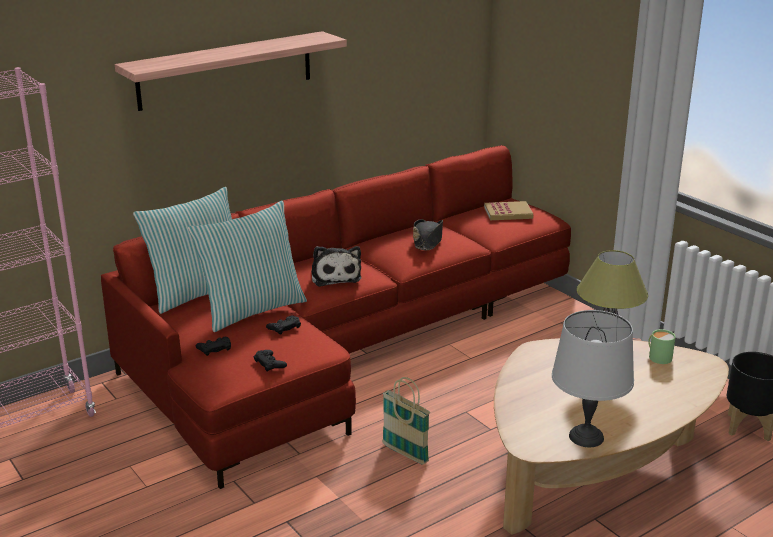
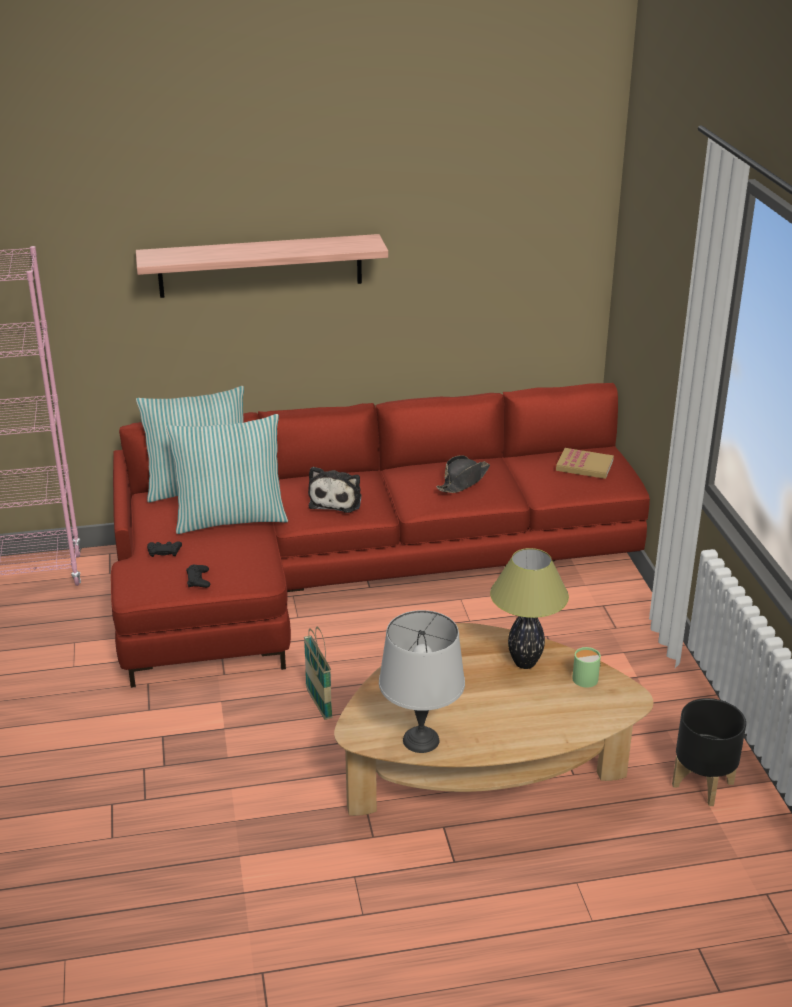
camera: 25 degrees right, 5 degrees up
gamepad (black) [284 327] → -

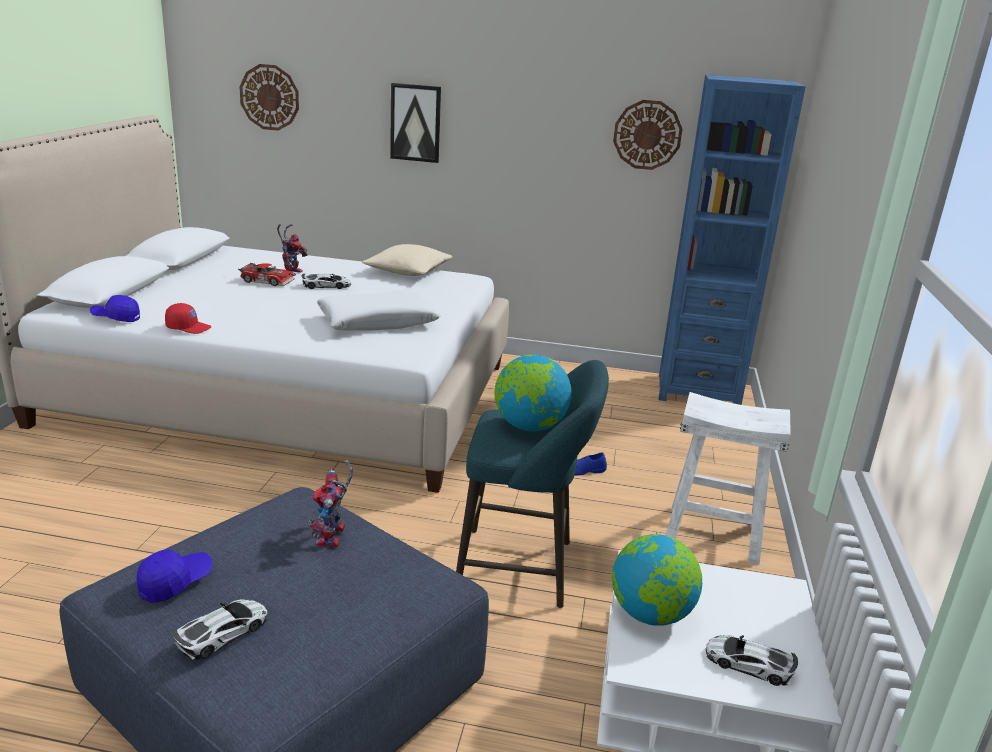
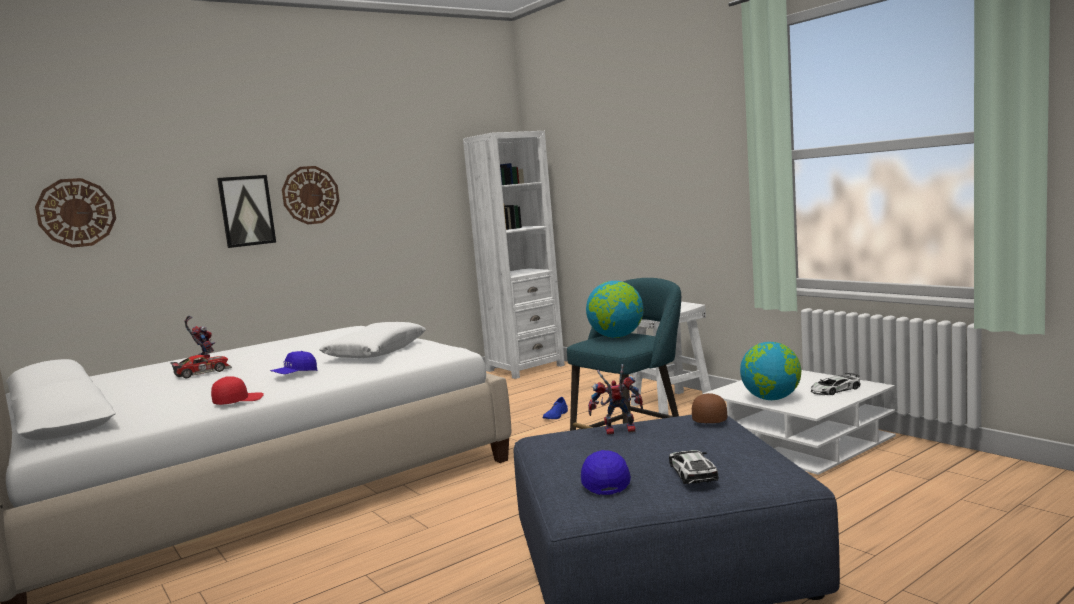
camera: 45 degrees left, 15 degrees down
toy car [326 286] → -
cushion (beige) [408 271] → -
- → baseball cap (brown-coloured) [709 419]
baseball cap (blue) [116 318] → baseball cap (blue) [295 375], shifted
wall clock [647 135] → wall clock [310 195], shifted
bookcase (blue) [698 391] → bookcase (white) [525 368]
robot figure [332 539] → robot figure [617 431], 135 degrees clockwise

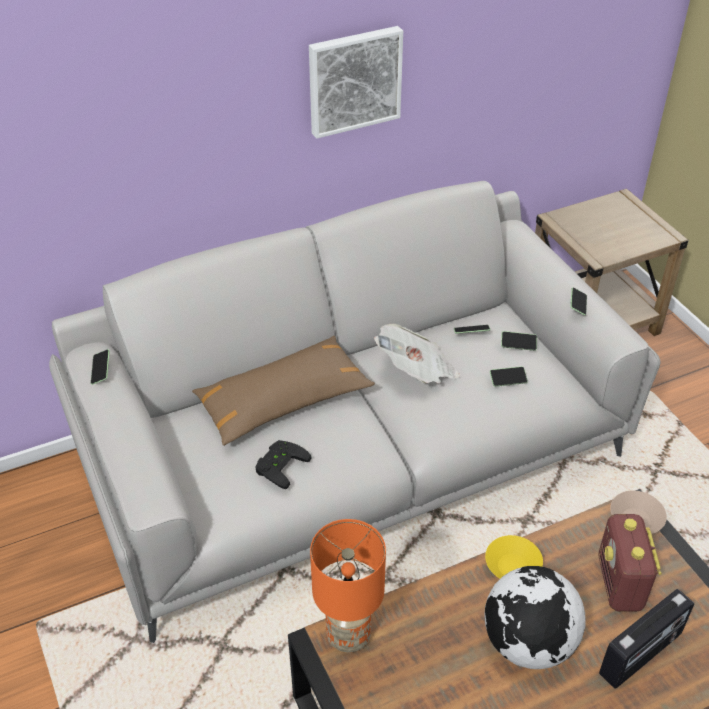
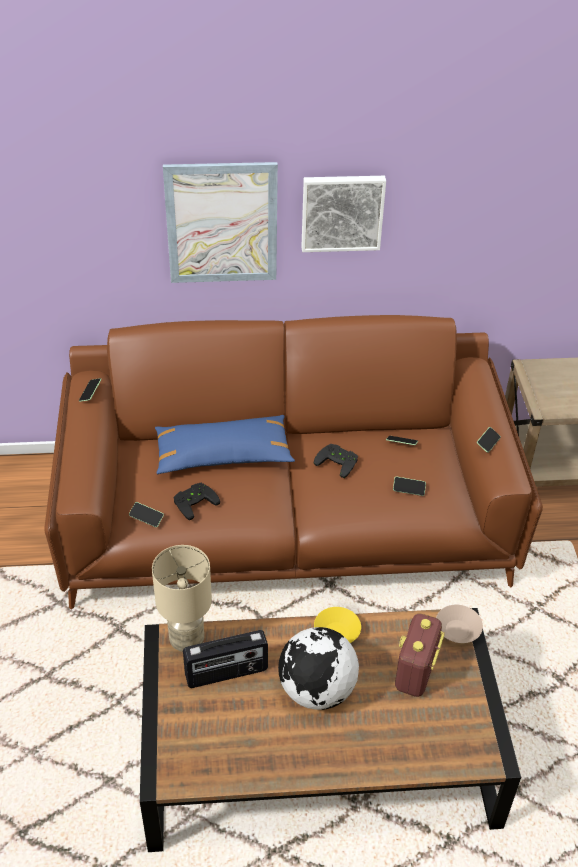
camera: 20 degrees right, 0 degrees up
- → wall art [222 223]
phone [518 345] → phone [146 518], shifted
radio set [641 655] → radio set [226 673], shifted
printed paper [416 371] → gamepad (black) [338 461]
settee (gray) [355 457] → settee (brown-coloured) [288 521]
cushion (brown-coloured) [283 401] → cushion (blue) [223 455]
table lamp (orange-coloured) [348 635] → table lamp (beige) [187 640]

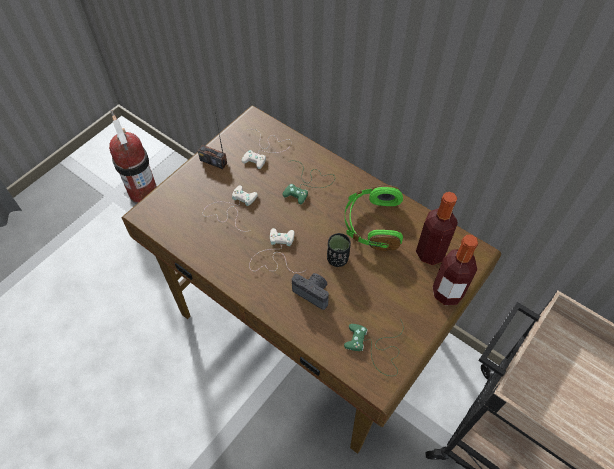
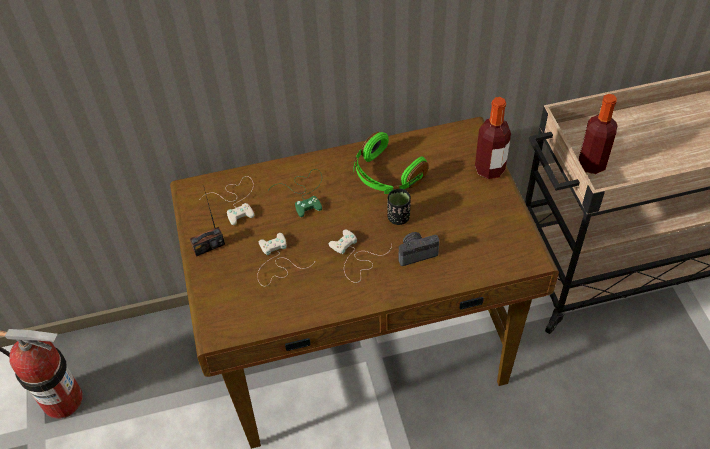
camera: 50 degrees left, 5 degrees down
gamepad (green) [376 348] → -
bottle [430 253] → bottle [591 164], shifted

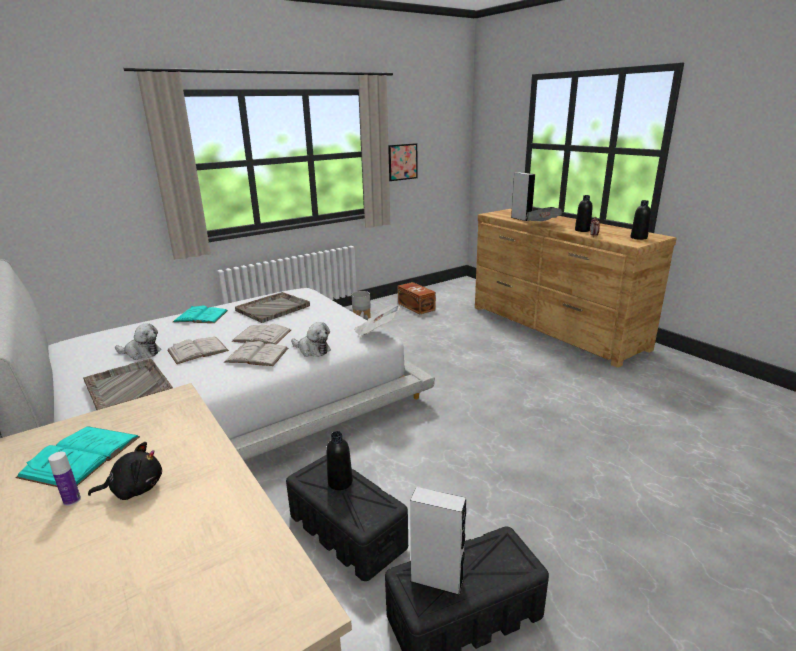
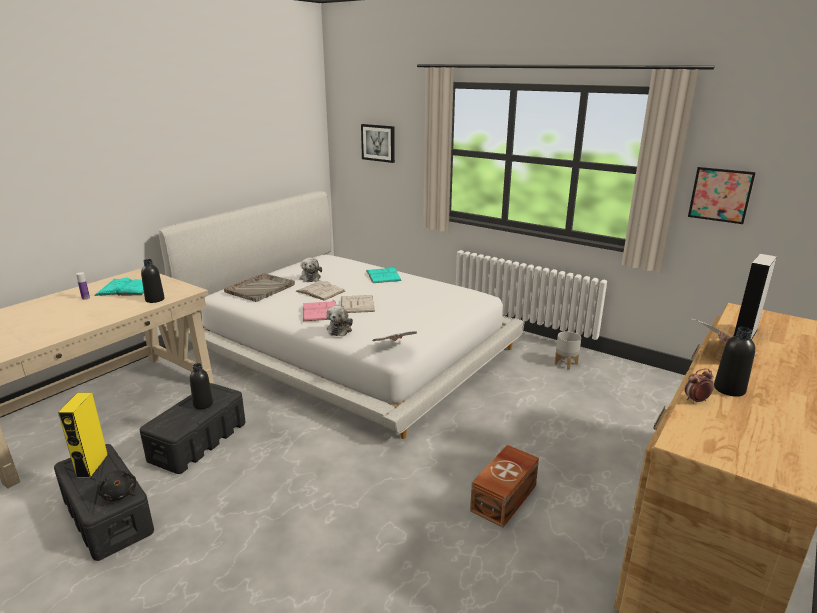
camera: 70 degrees right, 0 degrees up
serving tray (gray) [273 308] → -
- → wall art [378 143]
plush toy (black) [134 489] → plush toy (black) [119 493], shifted
storage container (brown-coloured) [416 306] → storage container (brown-coloured) [505 498], shifted
bottle (black) [638 238] → bottle (black) [155 299], shifted
bound book (white) [257 355] → bound book (pinkish) [320 311]
speaker (gray) [437 580] → speaker (yellow) [92 466]

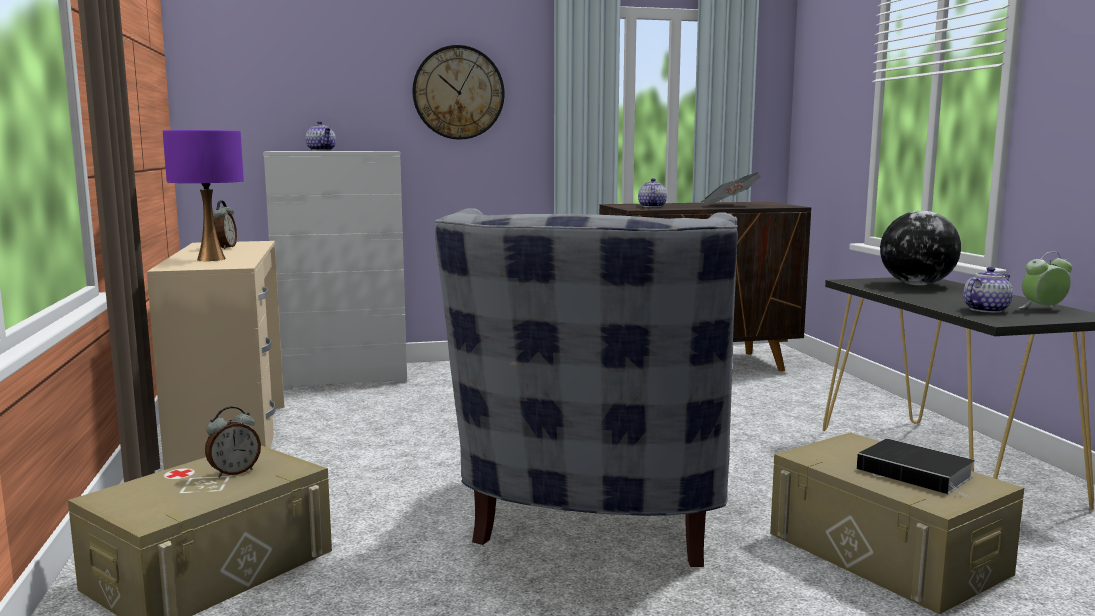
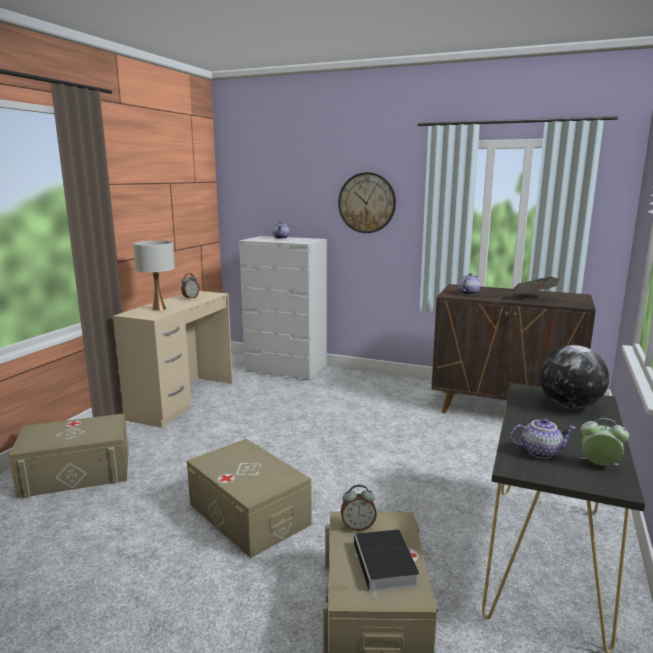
camera: 35 degrees right, 5 degrees up
alarm clock [234 472] → alarm clock [358 527], shifted
armchair (gray) [594 526] → storage container (beige) [248 514]
table lamp (purple-coloured) [211 259] → table lamp (white) [158 308]

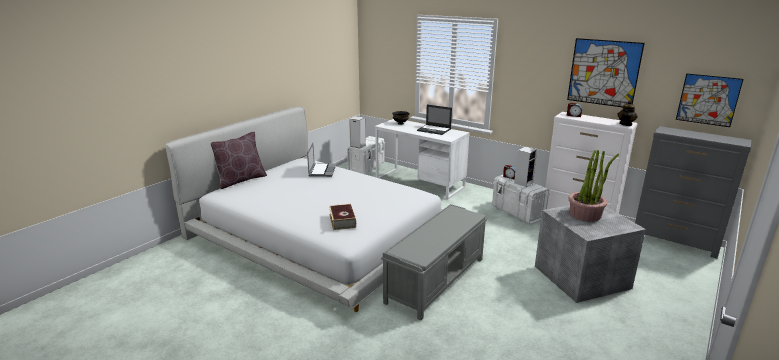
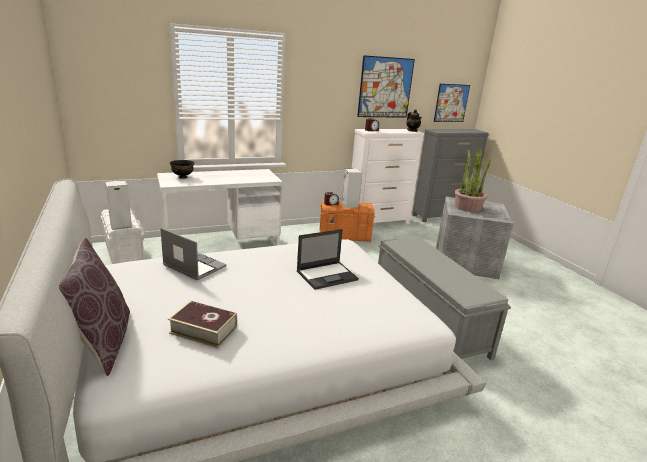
camera: 60 degrees left, 0 degrees up
bound book [342 221] → bound book [203 330], shifted
portable computer [434 130] → portable computer [327 275], shifted
storage container (white) [517 212] → storage container (orange-coloured) [344 236]

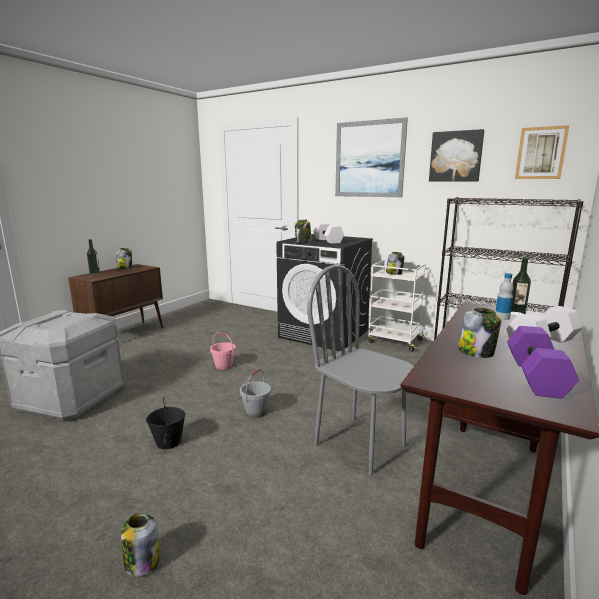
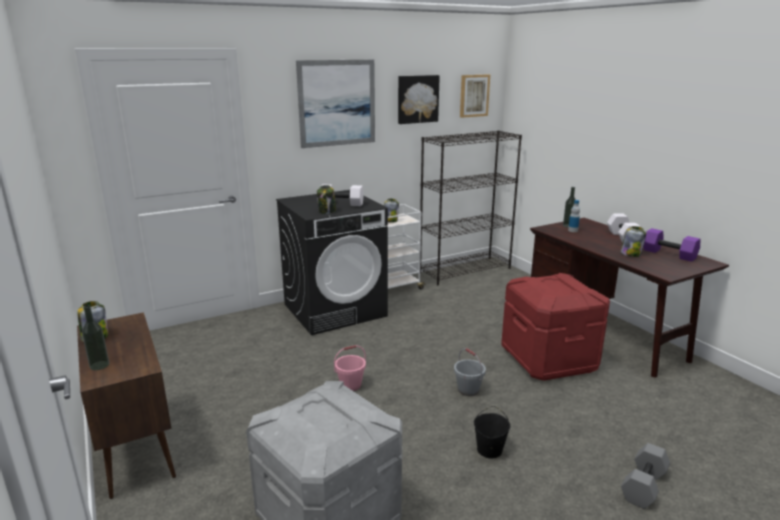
camera: 60 degrees left, 5 degrees up
jar [141 562] → dumbbell (gray) [644 486]
chair (gray) [360 444] → storage container (red) [547 359]

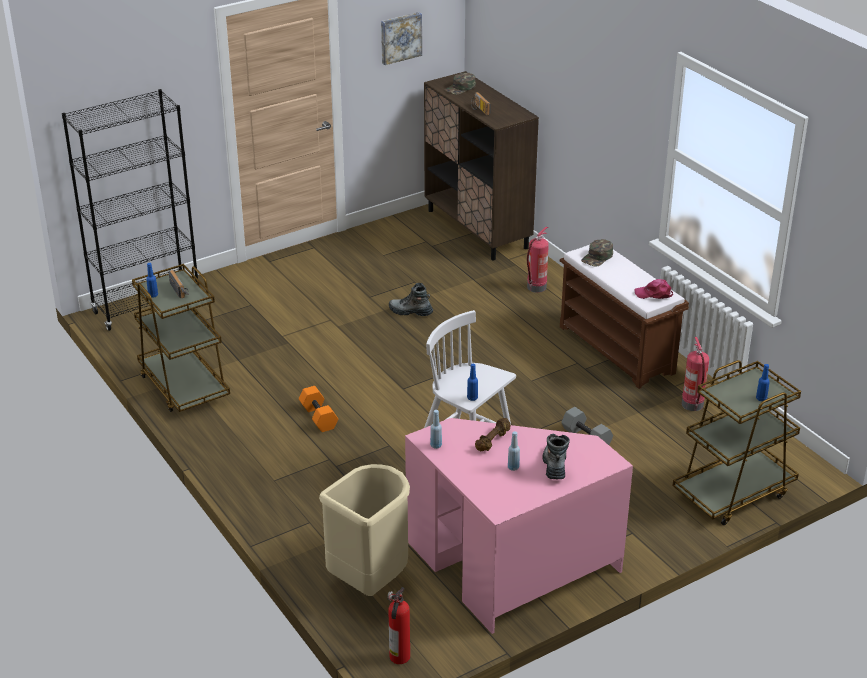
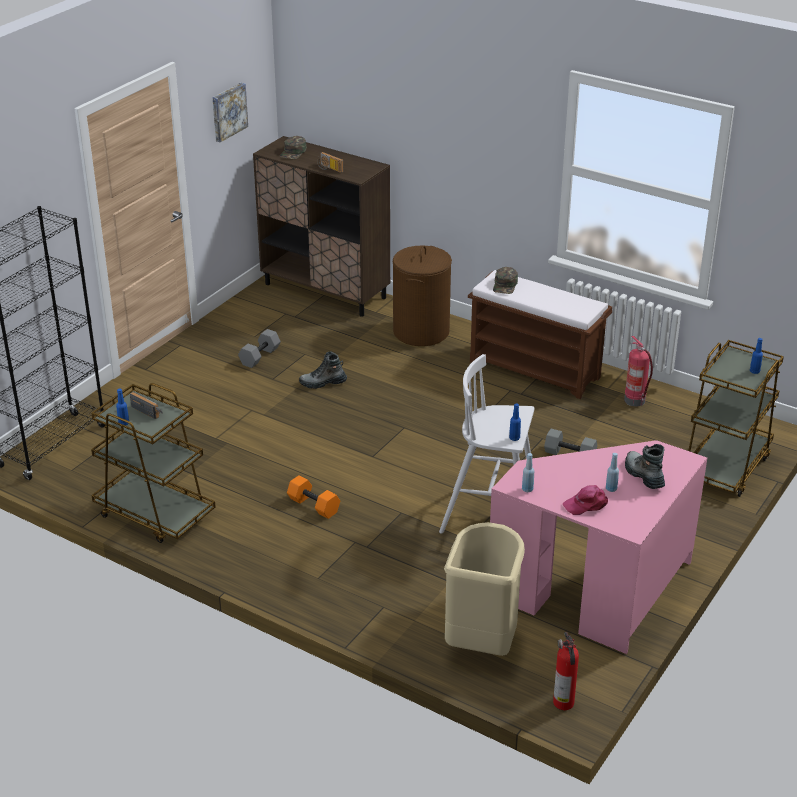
camera: 25 degrees left, 0 degrees up
dumbbell (brown-coloured) [493 441] → -
- → dumbbell (gray) [259 356]
baseball cap (pinkish) [654 294] → baseball cap (pinkish) [586 504], shifted
fire-fighting cylinder [536 288] → hamper (brown-coloured) [421 332]

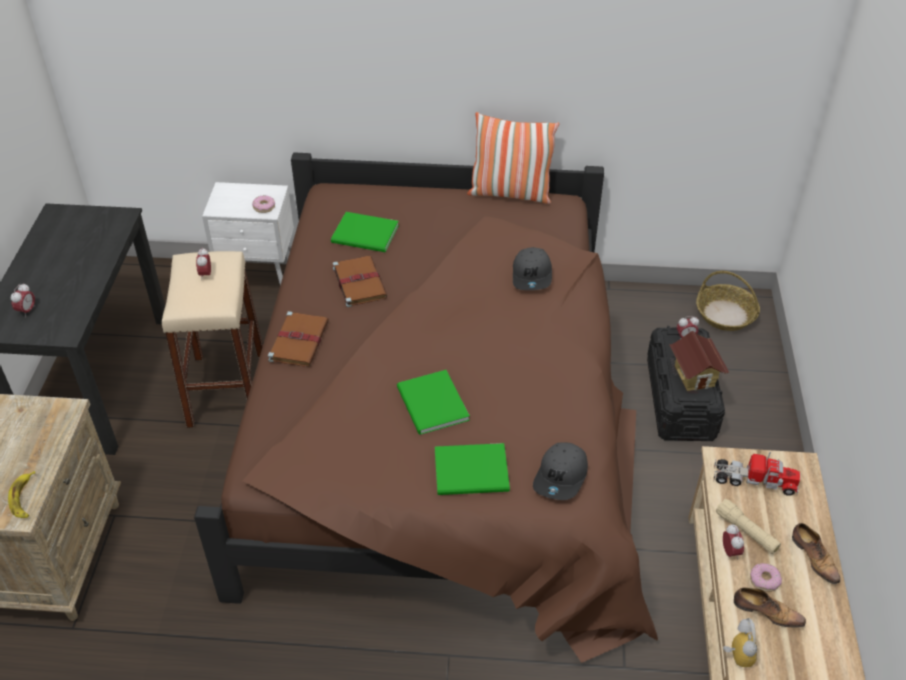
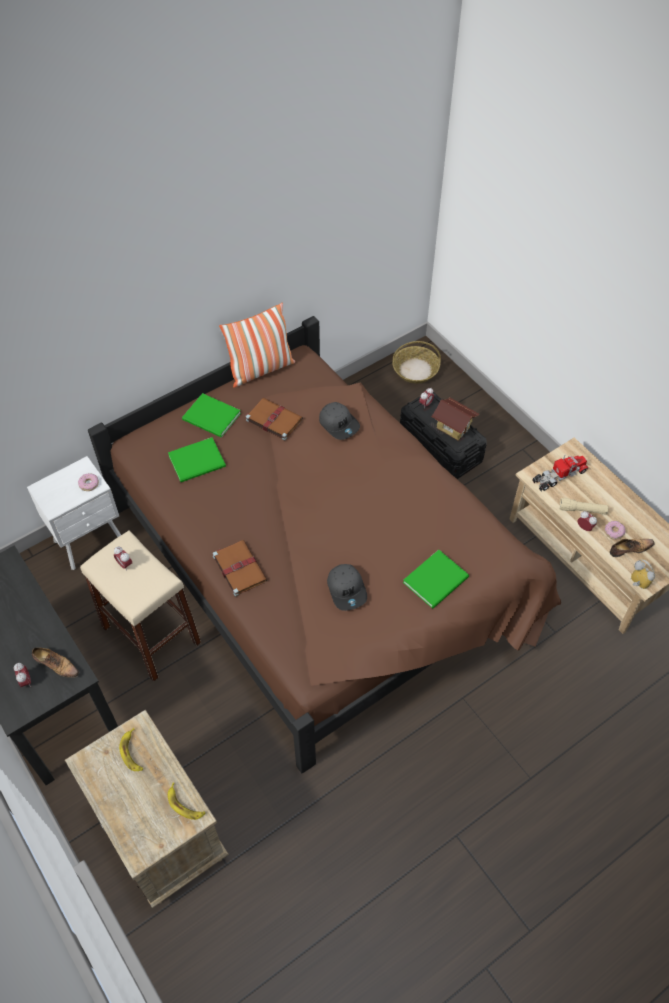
camera: 40 degrees left, 10 degrees up
- → banana fruit [132 753]
bound book (brown-coloured) [359 282] → bound book (brown-coloured) [273 419], shifted
bound book (green) [431 405] → bound book (green) [212 418], shifted
baseball cap (gray) [561 477] → baseball cap (gray) [347 589], shifted
shoe [814 558] → shoe [56 665], shifted

